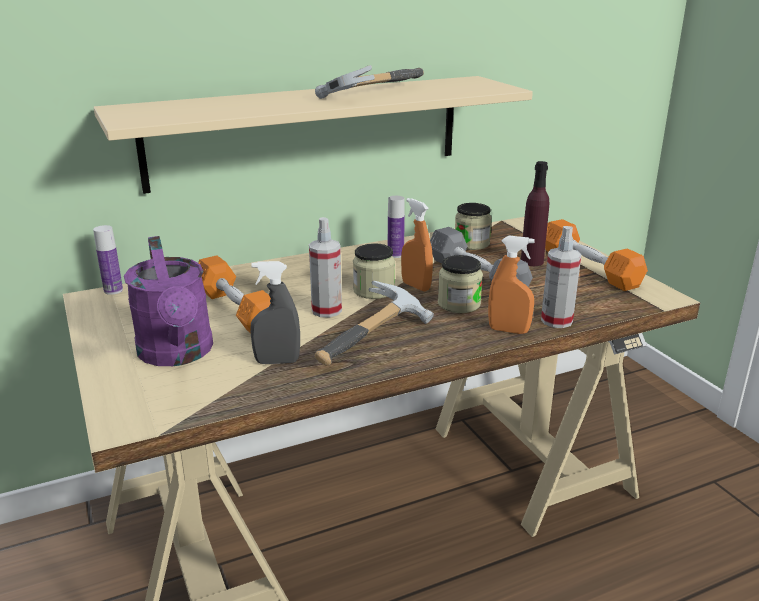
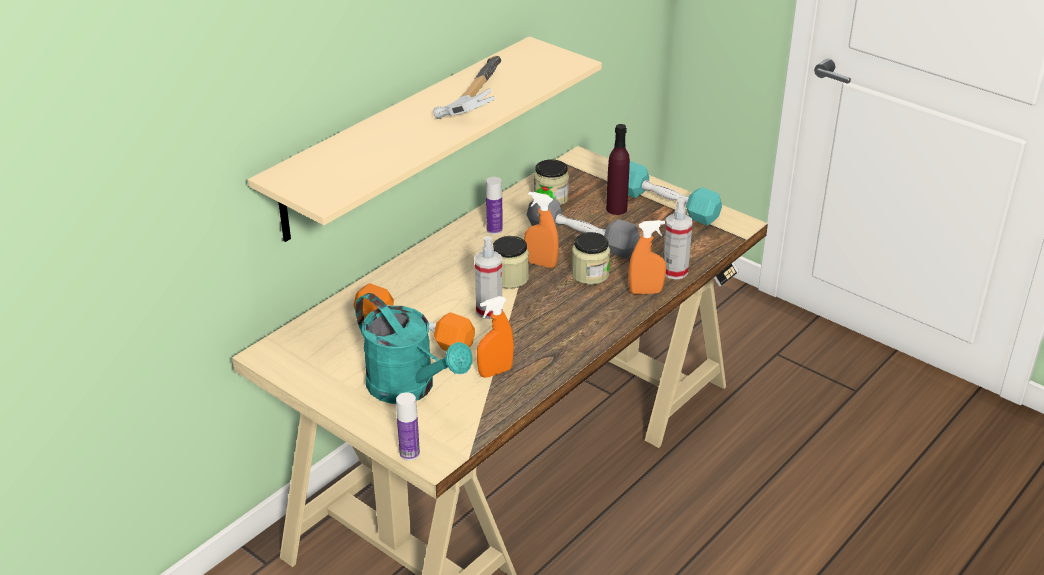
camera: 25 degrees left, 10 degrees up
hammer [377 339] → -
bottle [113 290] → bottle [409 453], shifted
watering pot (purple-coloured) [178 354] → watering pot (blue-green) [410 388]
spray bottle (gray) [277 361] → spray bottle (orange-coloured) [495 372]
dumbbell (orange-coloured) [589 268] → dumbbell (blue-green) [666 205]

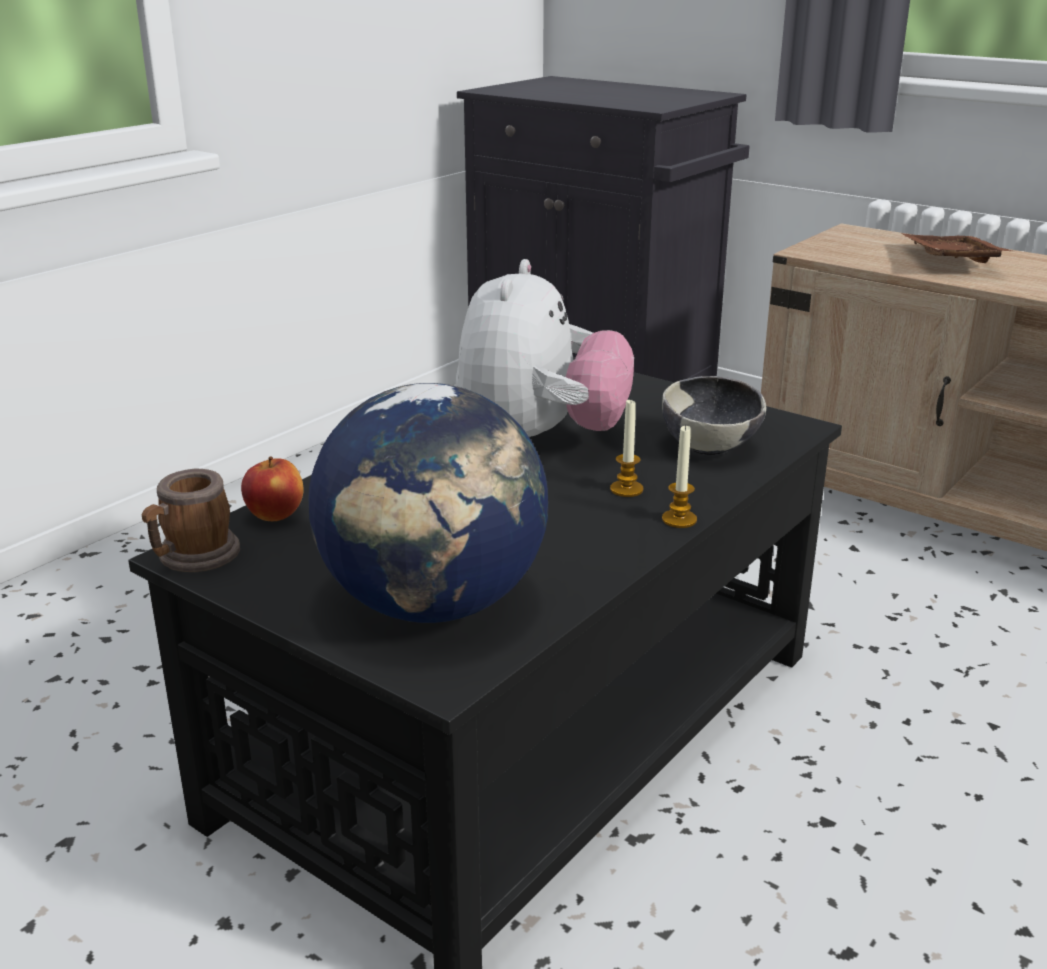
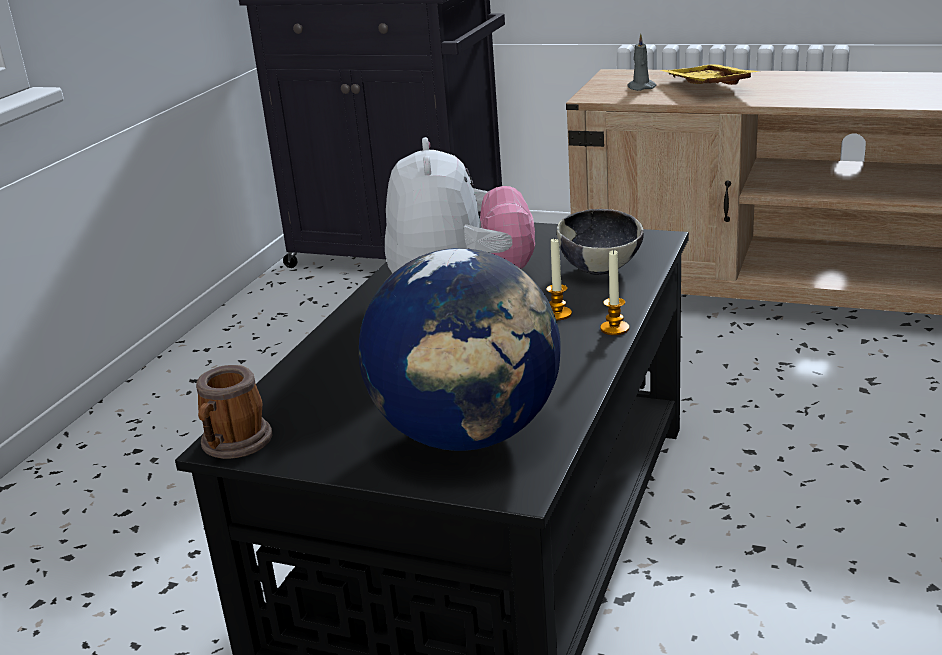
camera: 15 degrees left, 0 degrees up
apple fruit [275 515] → -
- → candle (gray) [640 87]
serving tray (brown-coloured) [948 261] → serving tray (yellow) [706 87]

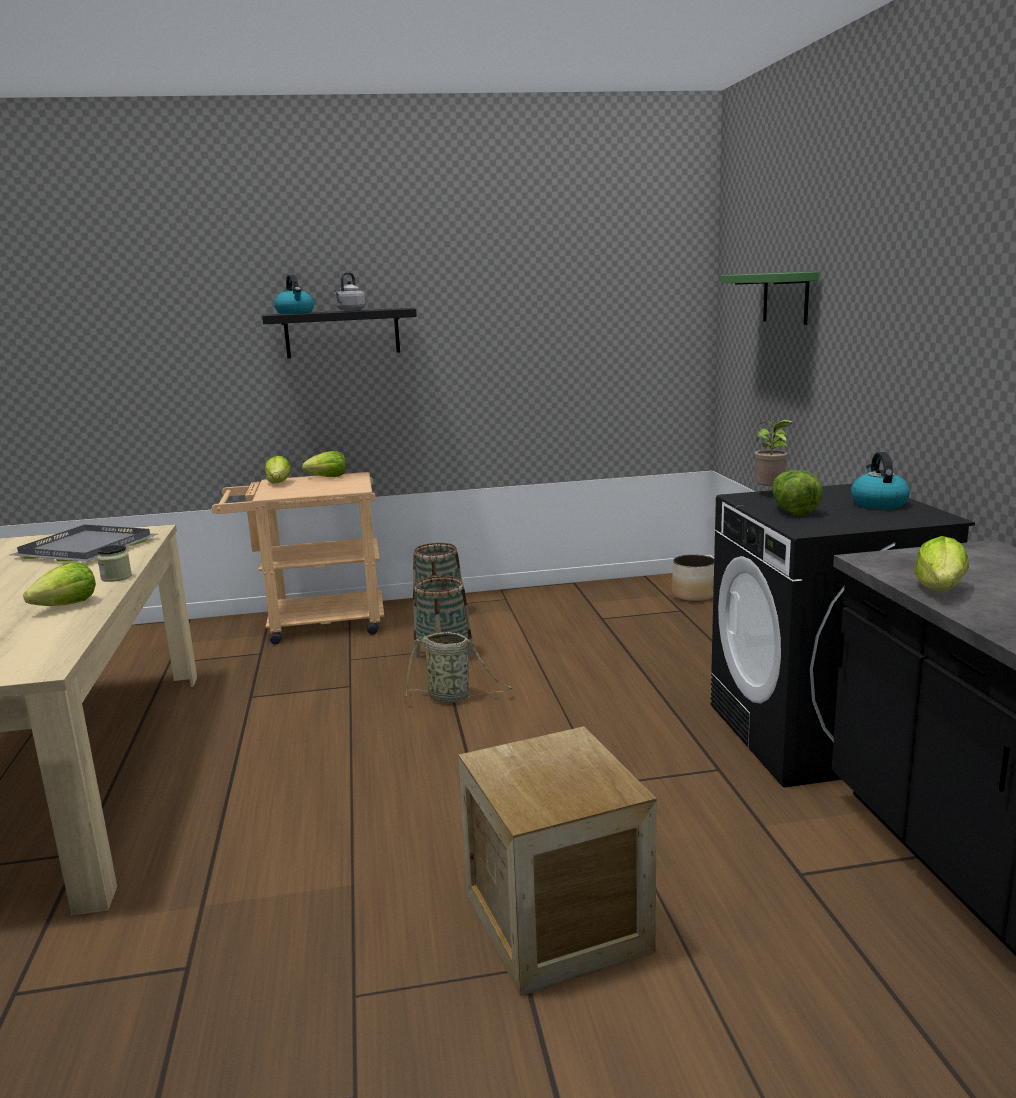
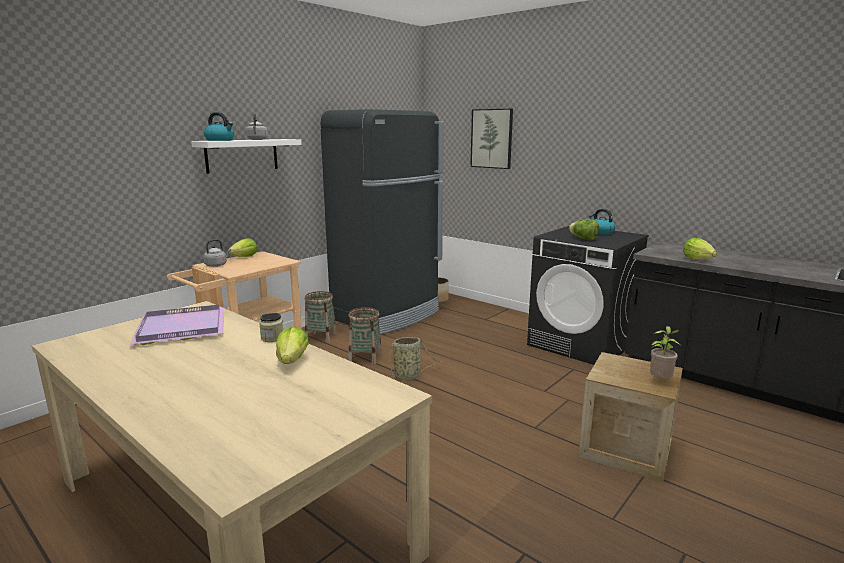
camera: 40 degrees left, 0 degrees up
- → kitchen fridge (black) [387 315]
plant in a pot [771 494] → plant in a pot [660 381], shifted
head of lettuce [279 483] → tea kettle (gray) [217 265]
wall shelf (green) [785 298] → wall art [492 138]
serving tray (gray) [89 548] → serving tray (purple-coloured) [183 327]
wall shelf (black) [342 333] → wall shelf (white) [242 155]

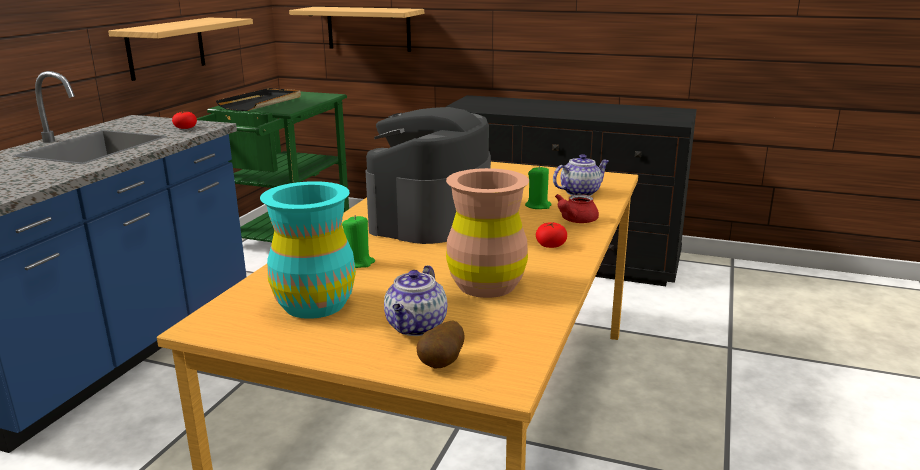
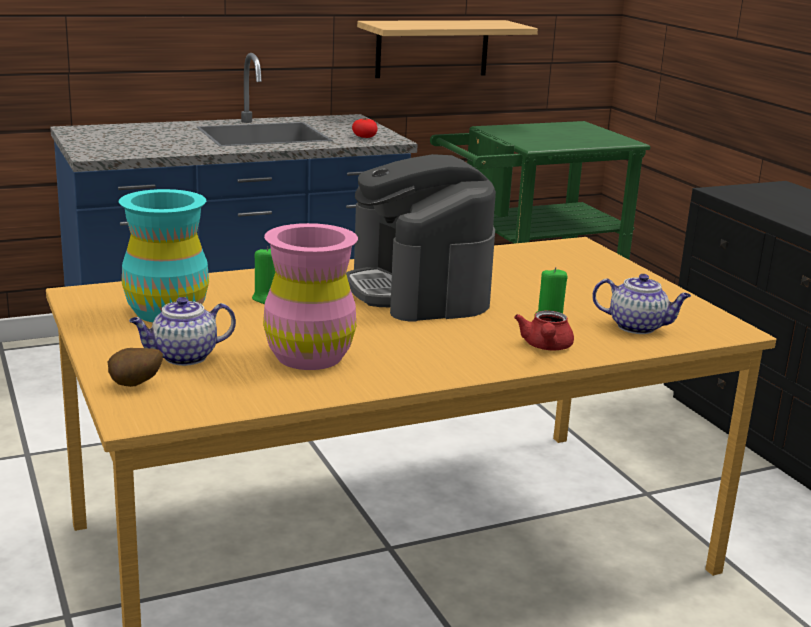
camera: 45 degrees right, 0 degrees up
serving tray (black) [262 102] → -
wall shelf [368 29] → -
fresh tomato [550 245] → -
flower vase (brown-coloured) [486 285] → flower vase (pinkish) [309 356]
coffee machine [431 218] → coffee machine [419 290], 90 degrees counterclockwise
tea pot (red) [575 220] → tea pot (red) [545 347], 75 degrees counterclockwise

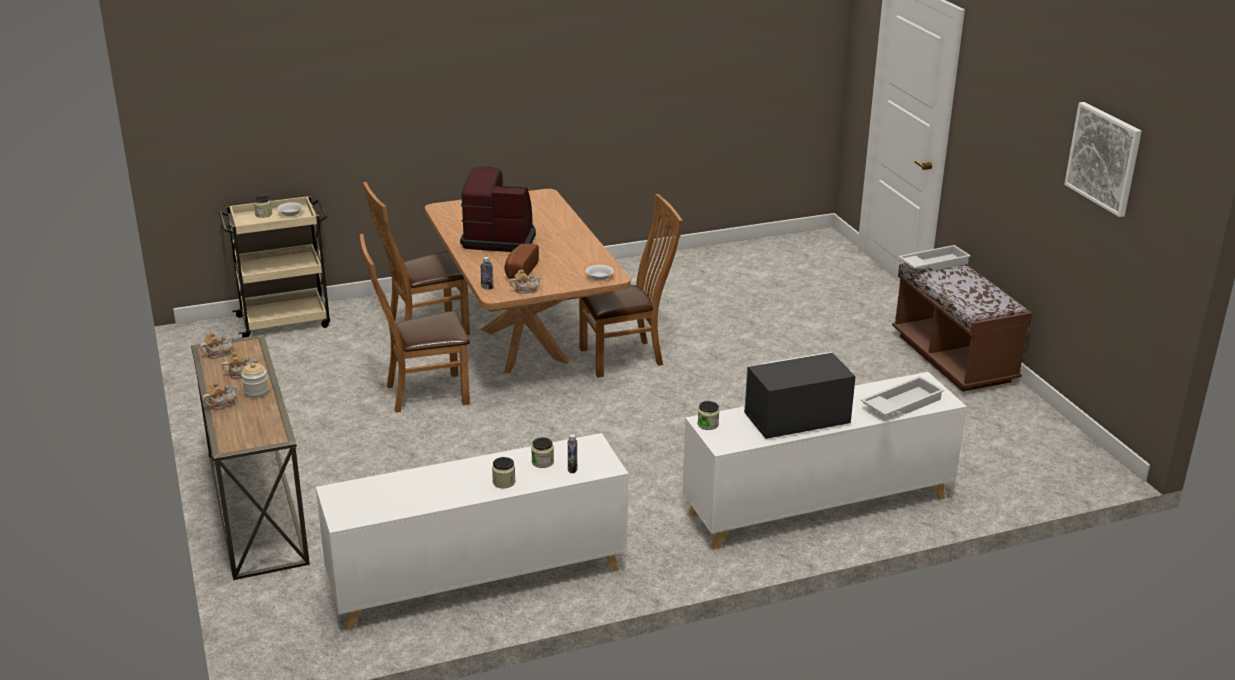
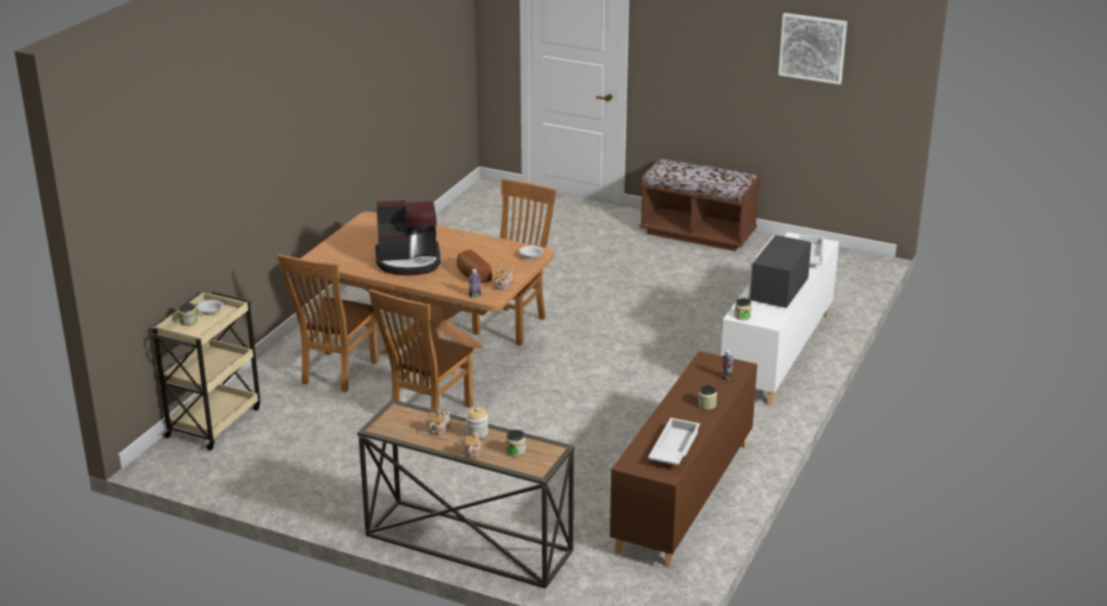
camera: 45 degrees left, 0 degrees up
tea pot [218 353] → -
jar [542 462] → jar [515 451], shifted
serving tray (white) [933 263] → serving tray (white) [673 448], shifted
storage cabinet (white) [477 579] → storage cabinet (brown-coloured) [683 496]
coffee machine [499 239] → coffee machine [409 261], 150 degrees counterclockwise

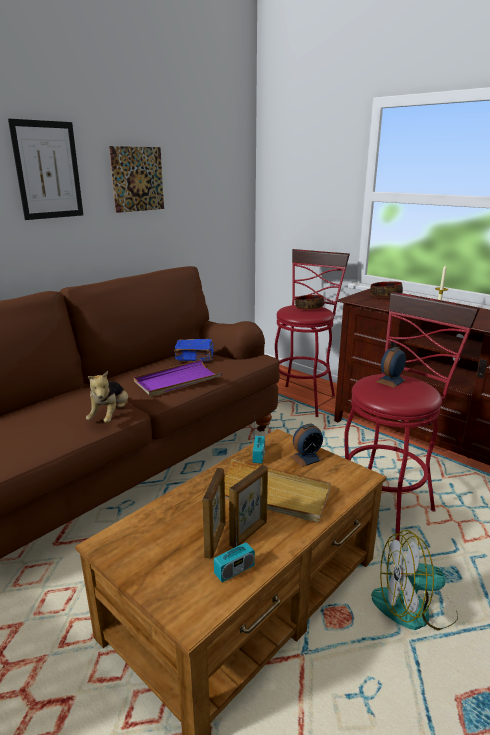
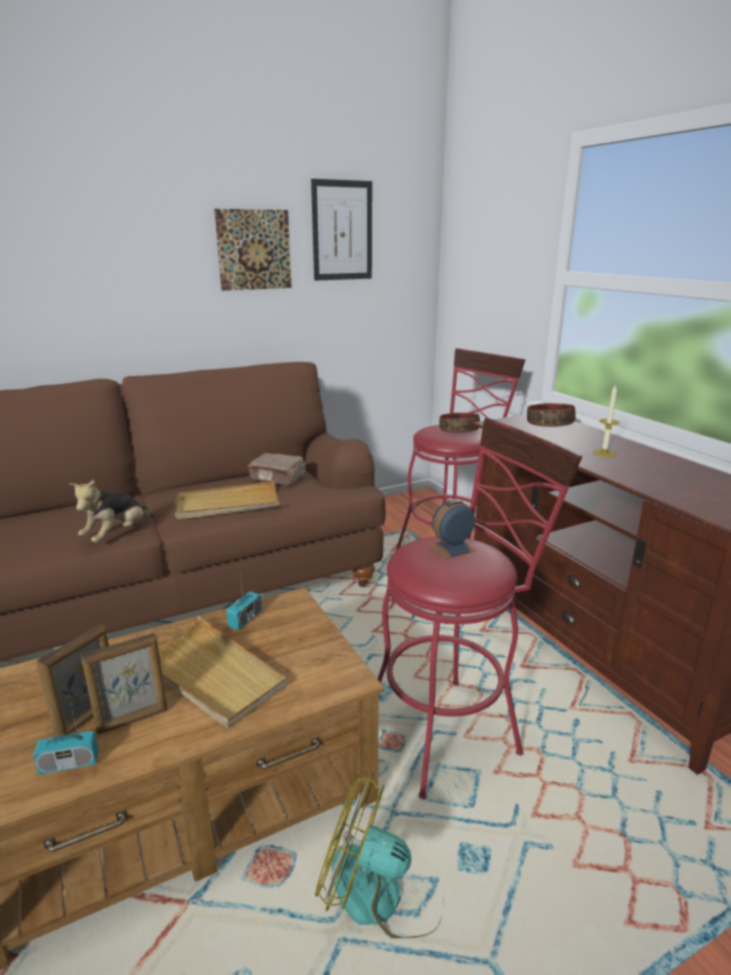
camera: 20 degrees right, 0 degrees up
alarm clock [306 458] → -
wall art [48 170] → wall art [342 231], shifted
serving tray (purple-coloured) [177 381] → serving tray (beige) [227 504]
bound book (blue) [195 357] → bound book (brown-coloured) [278 478]

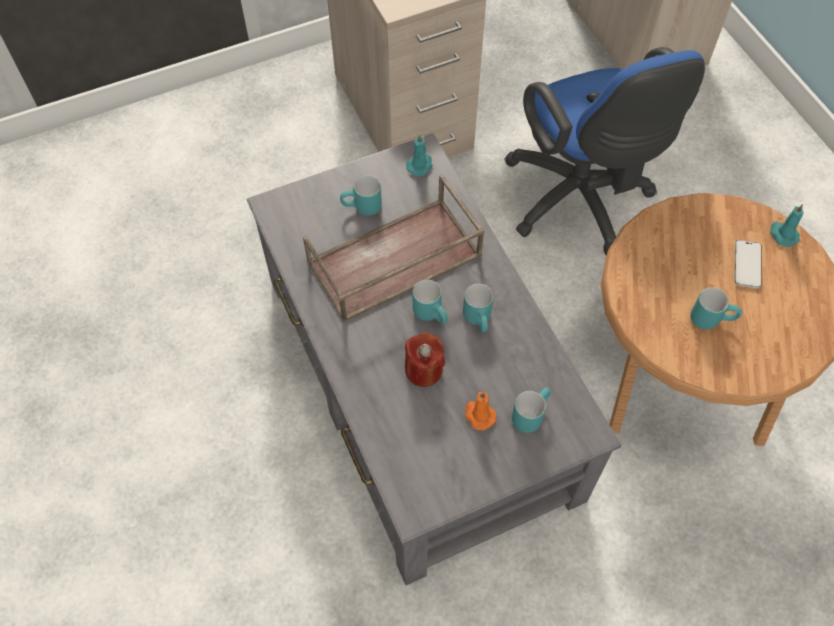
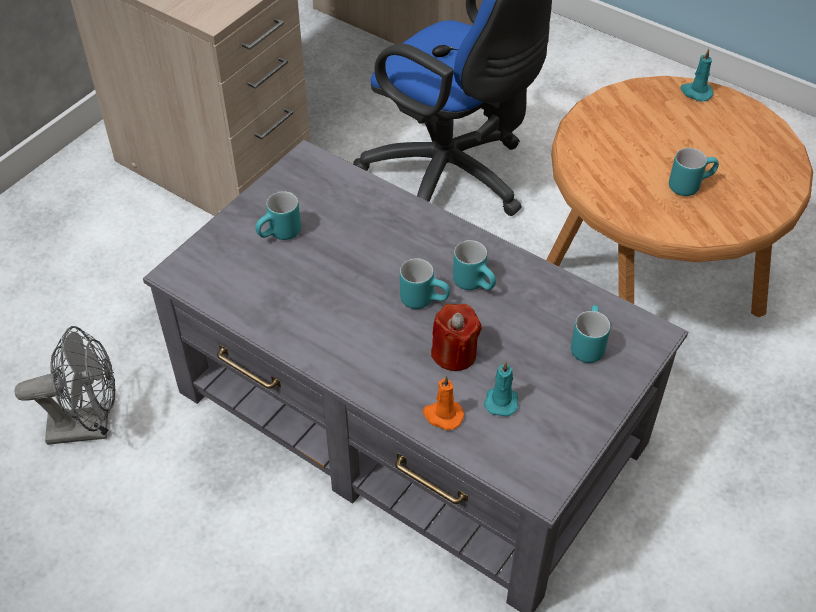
camera: 30 degrees left, 10 degrees down
serving tray (brown-coloured) [393 261] → -
phone [747 265] → -
- → cooling fan (gray) [89 426]
candle (blue-green) [420 165] → candle (blue-green) [501 400], shifted
candle (orange-coloured) [479 415] → candle (orange-coloured) [442 415], shifted

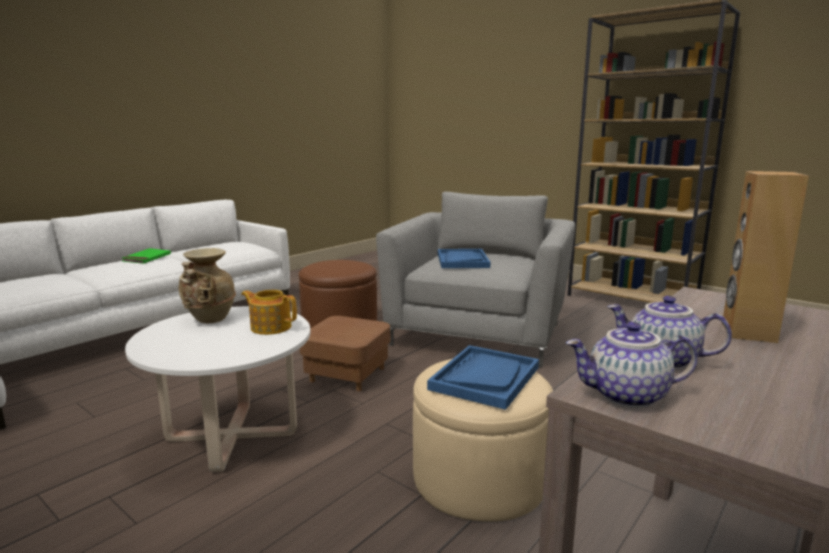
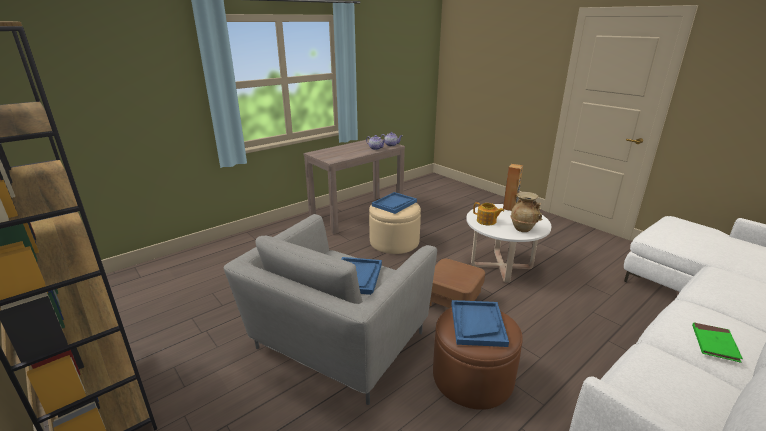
camera: 170 degrees left, 10 degrees up
- → serving tray (blue) [477 324]
speaker (brown-coloured) [747 332] → speaker (brown-coloured) [510 208], shifted

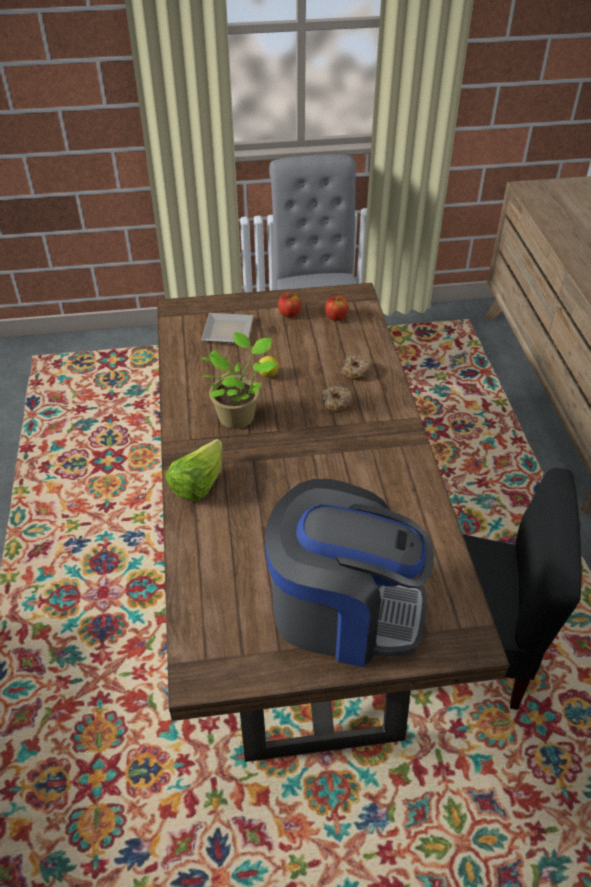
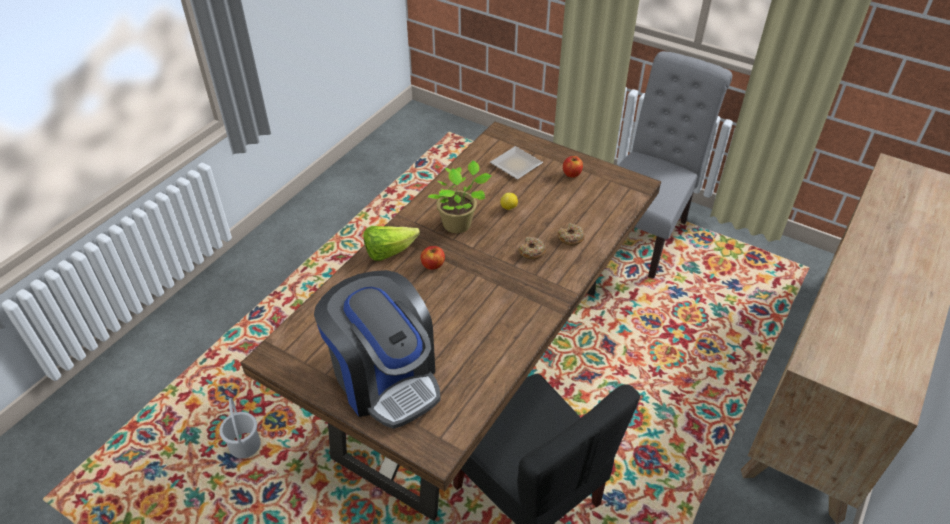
camera: 40 degrees right, 0 degrees up
- → pail (white) [244 446]
apple fruit [336 316] → apple fruit [433 265], shifted

